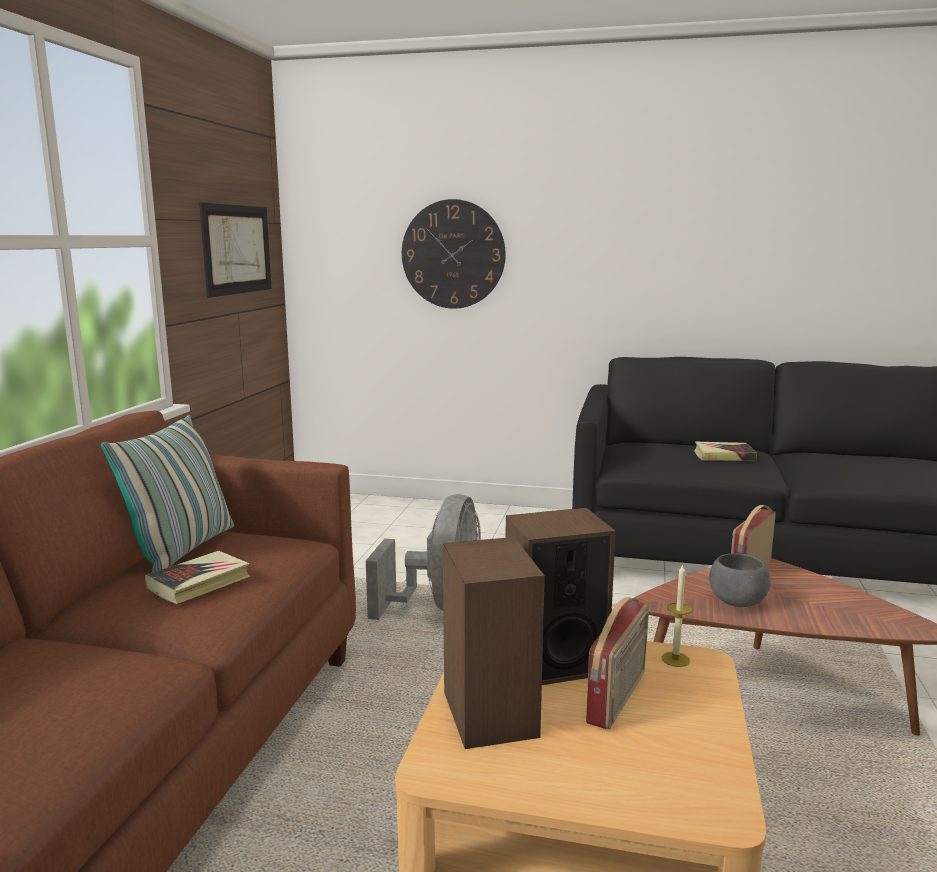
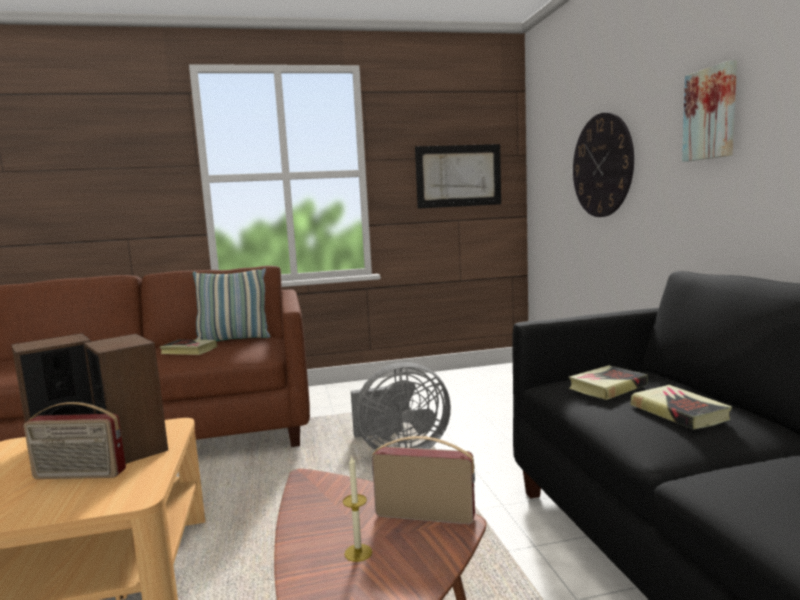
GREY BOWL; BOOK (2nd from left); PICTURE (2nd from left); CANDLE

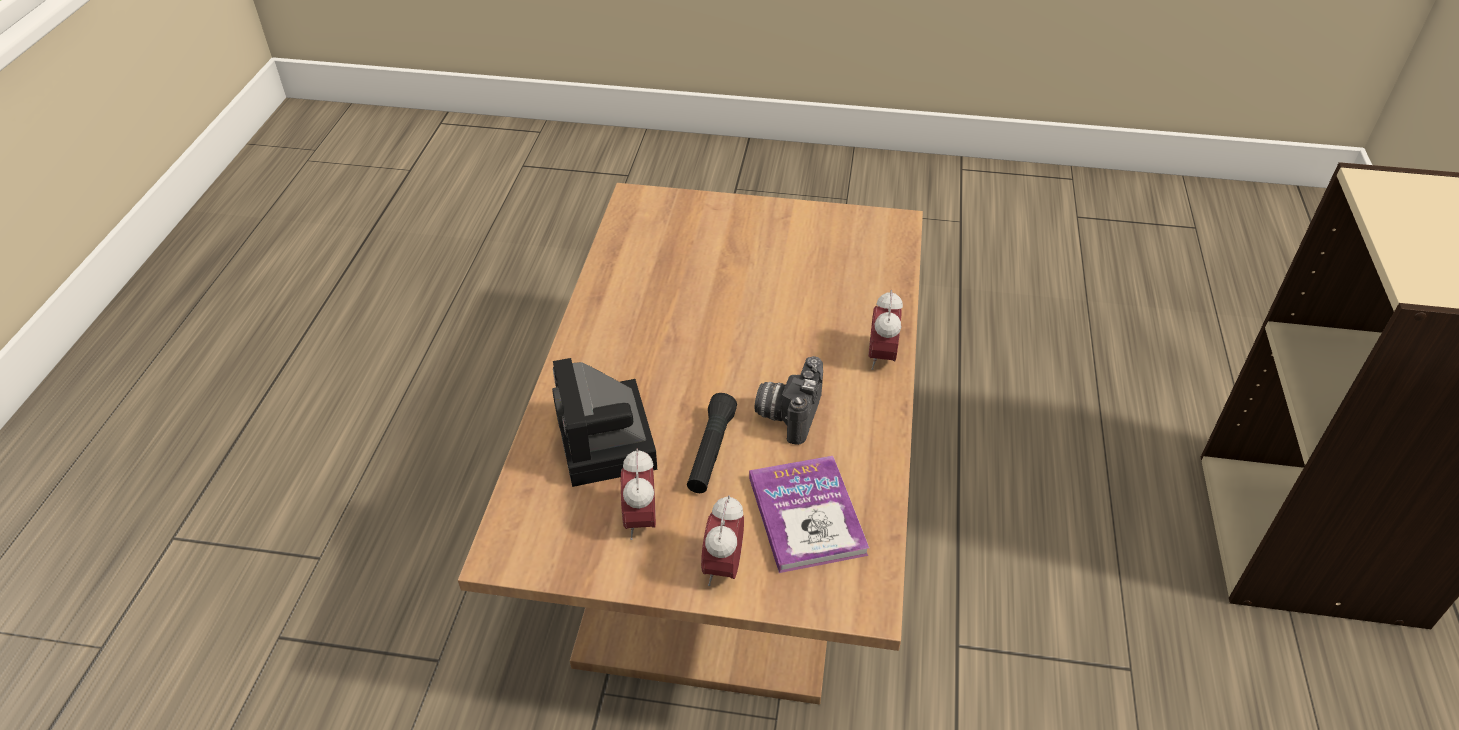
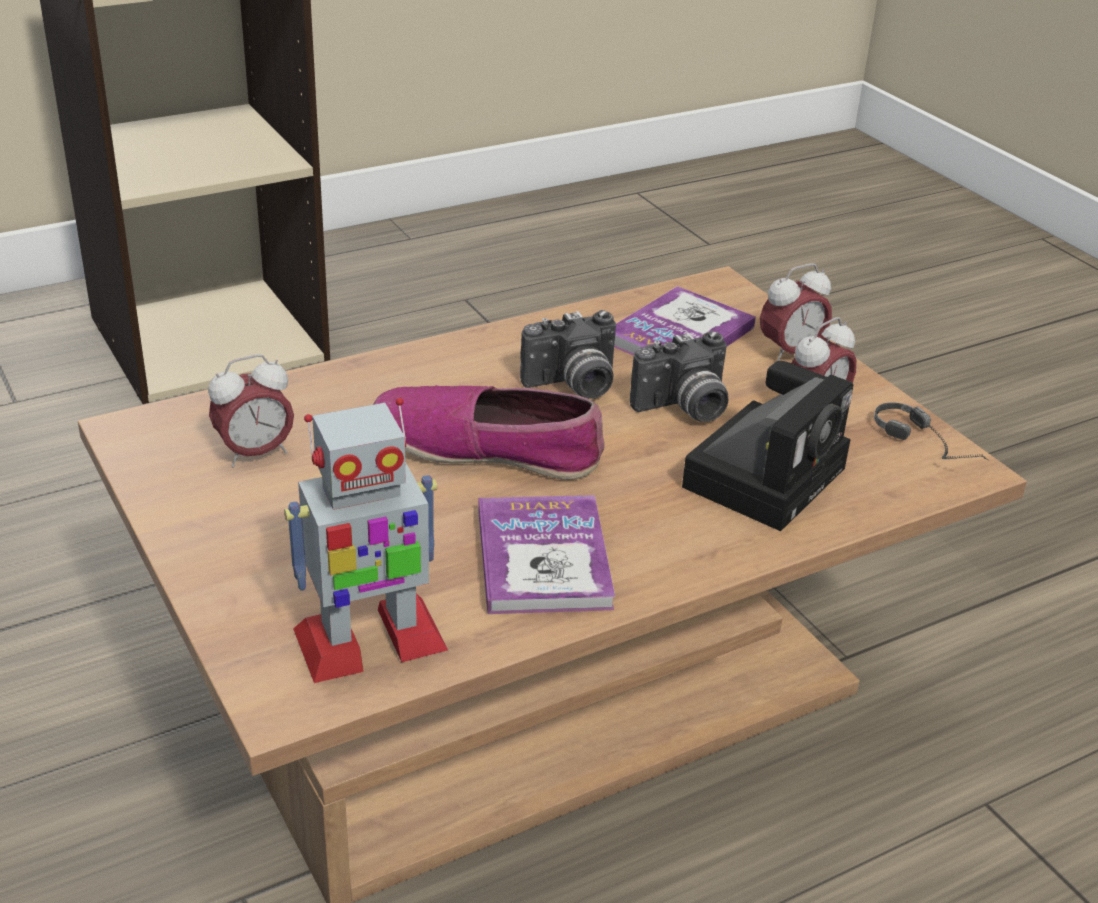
TOY ROBOT; SHOE; BOOK (1st from left); HEADPHONES; ALARM CLOCK (1st from left); PHOTO CAMERA (2nd from left)

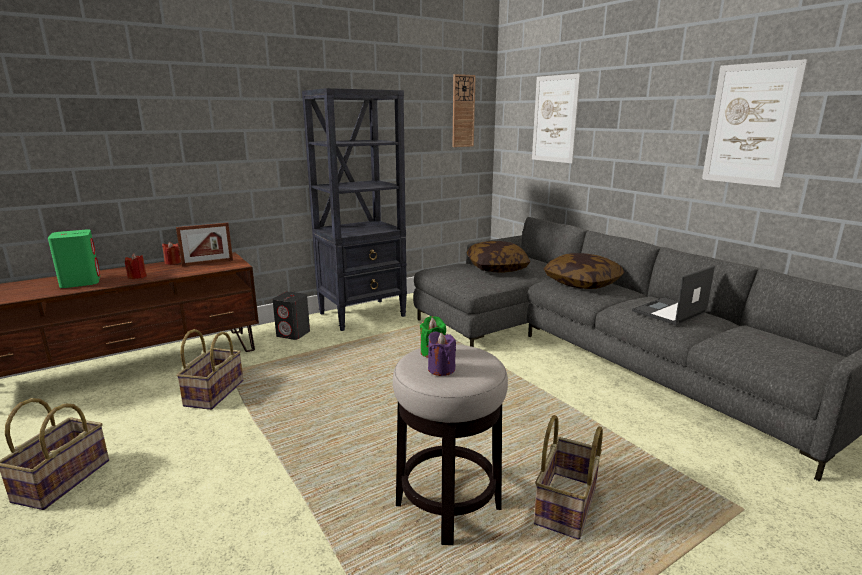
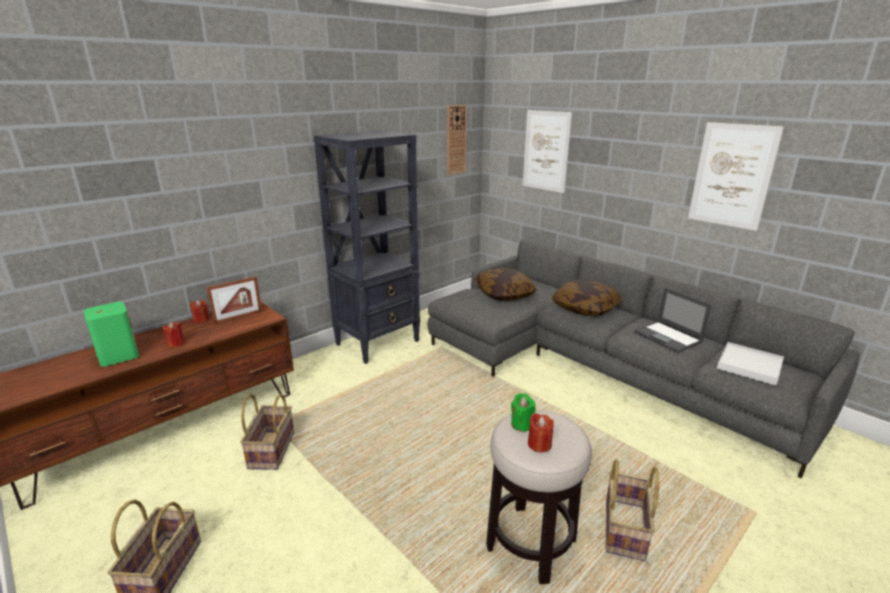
GREY SPEAKER; WHITE TRAY; RED CANDLE (3rd from left); LAPTOP

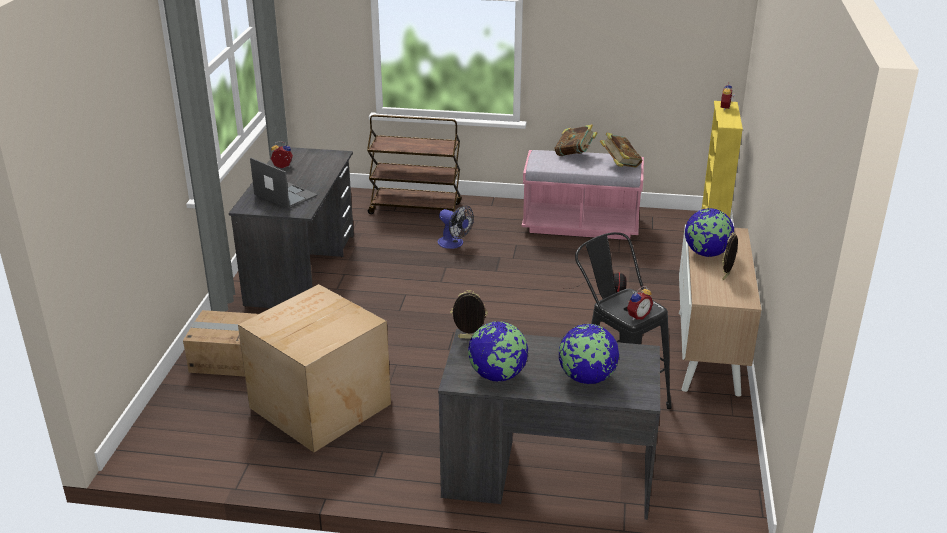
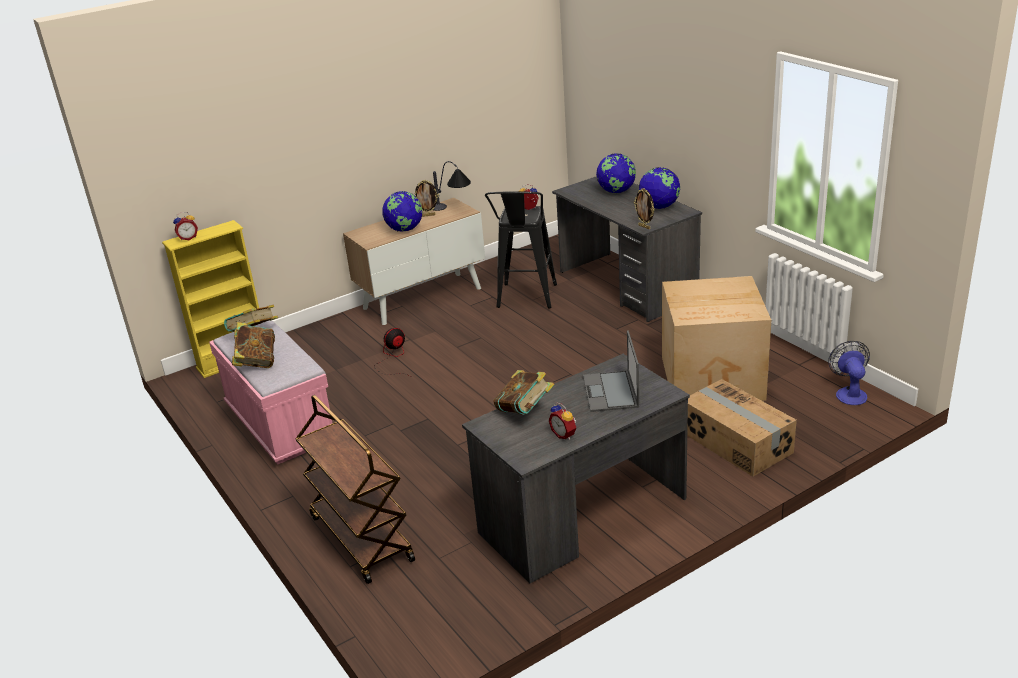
TABLE LAMP; BOOK (3rd from left); FAN (2nd from left)

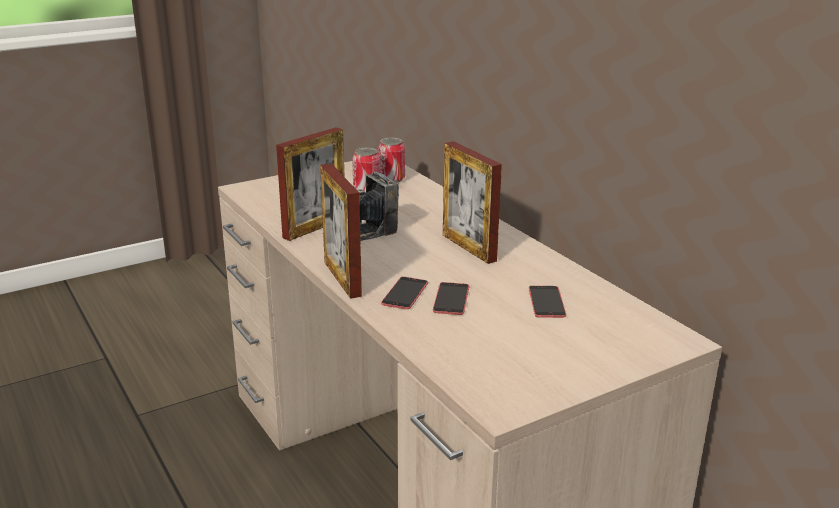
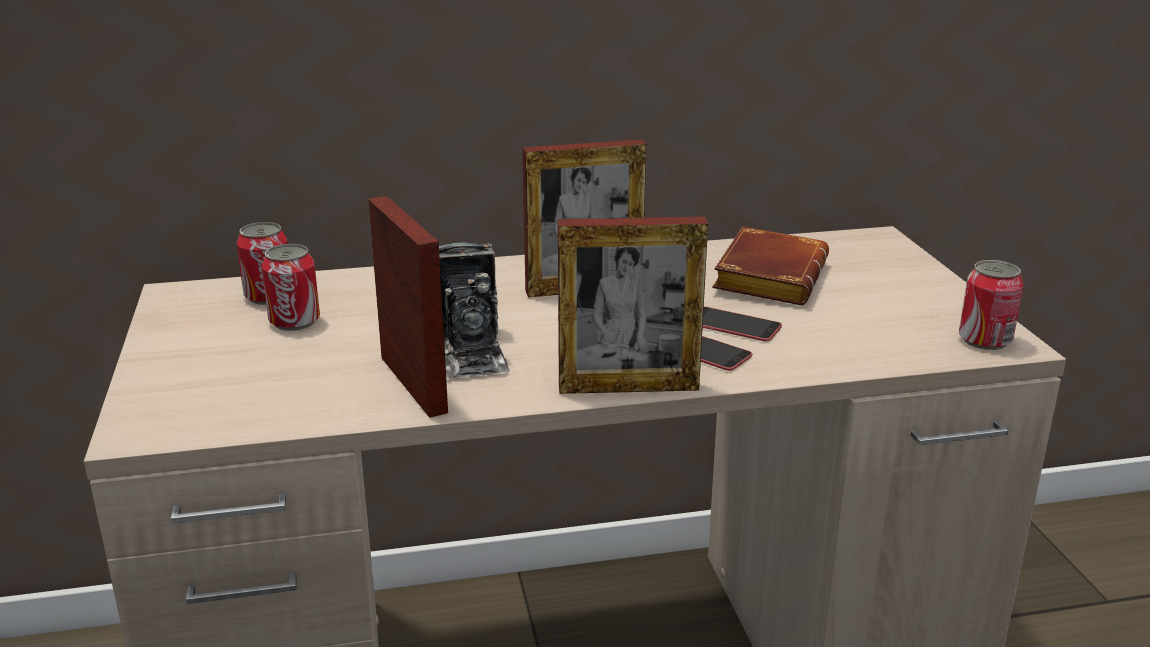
CAN (3rd from left); BROWN BOOK

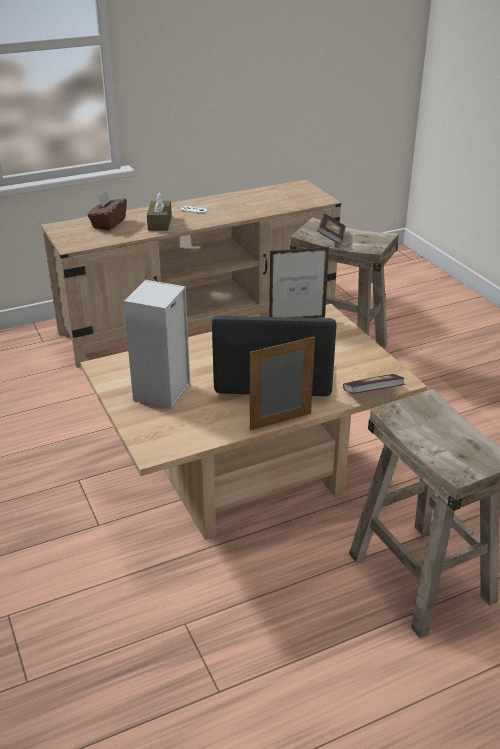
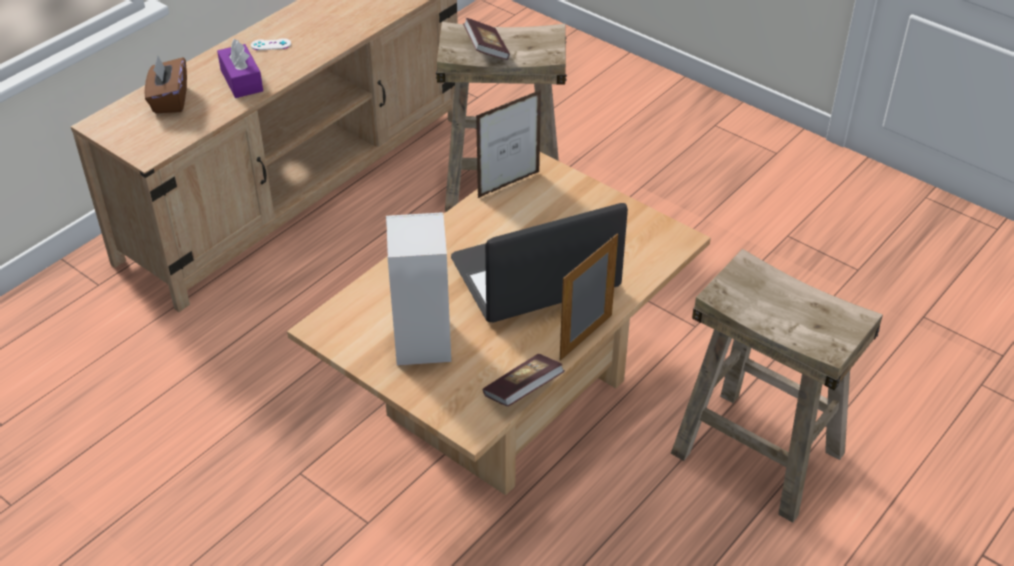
BOOK (2nd from left); PURPLE TISSUE BOX

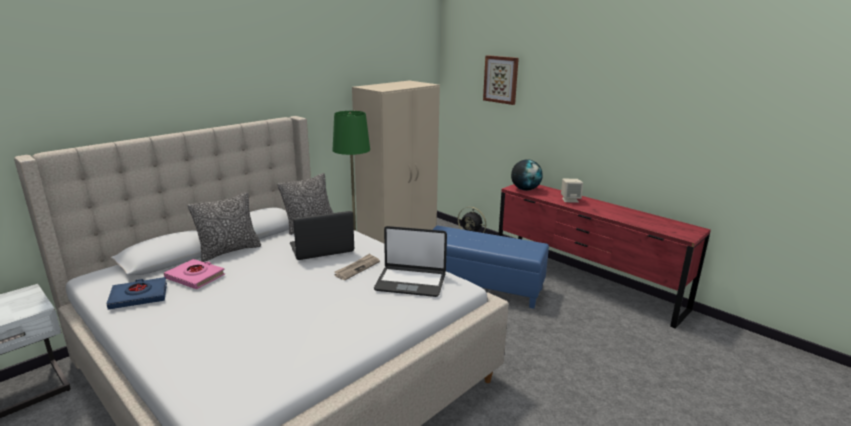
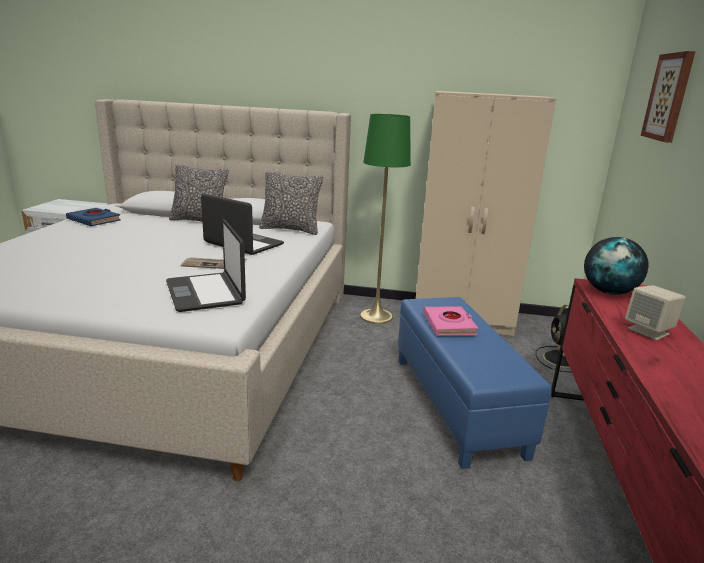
PINK BOOK

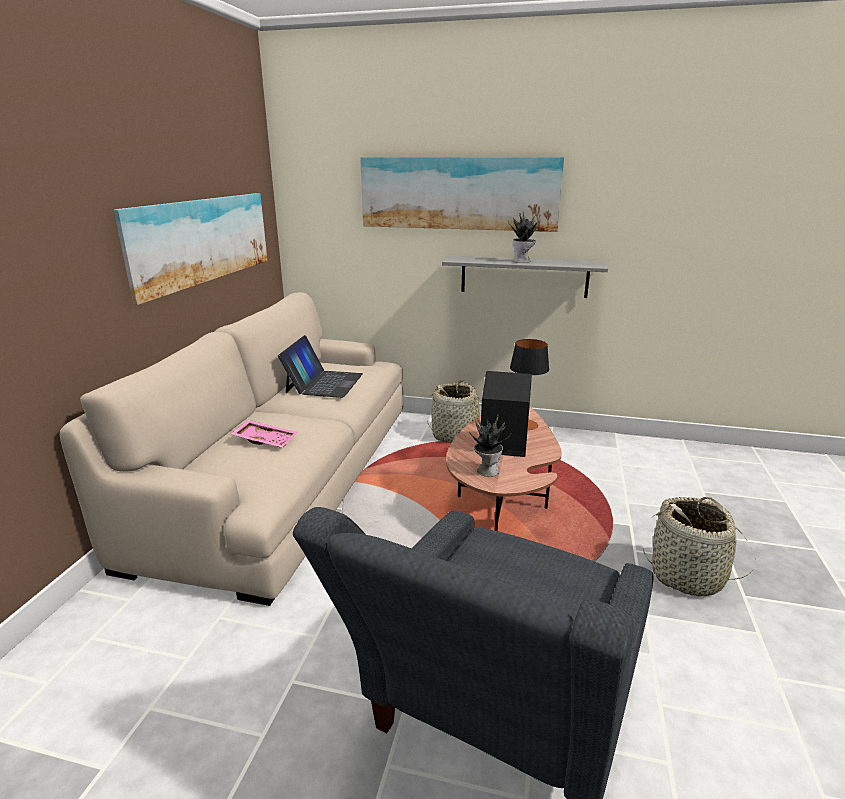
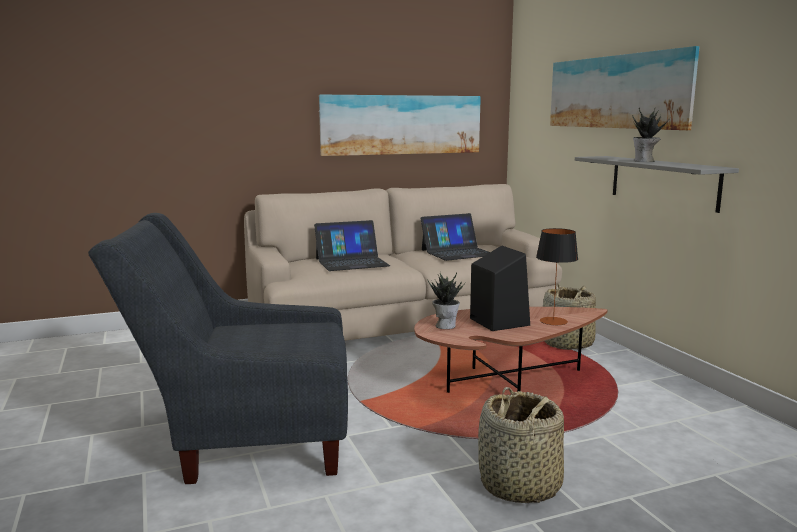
LAPTOP (1st from left)

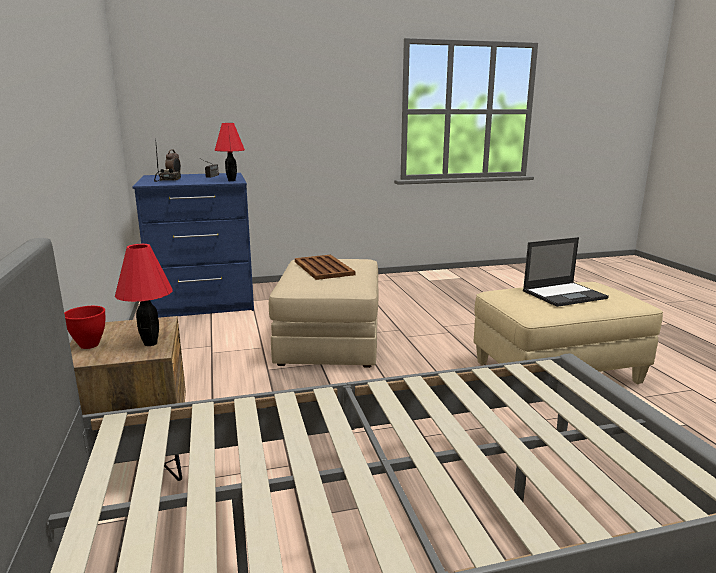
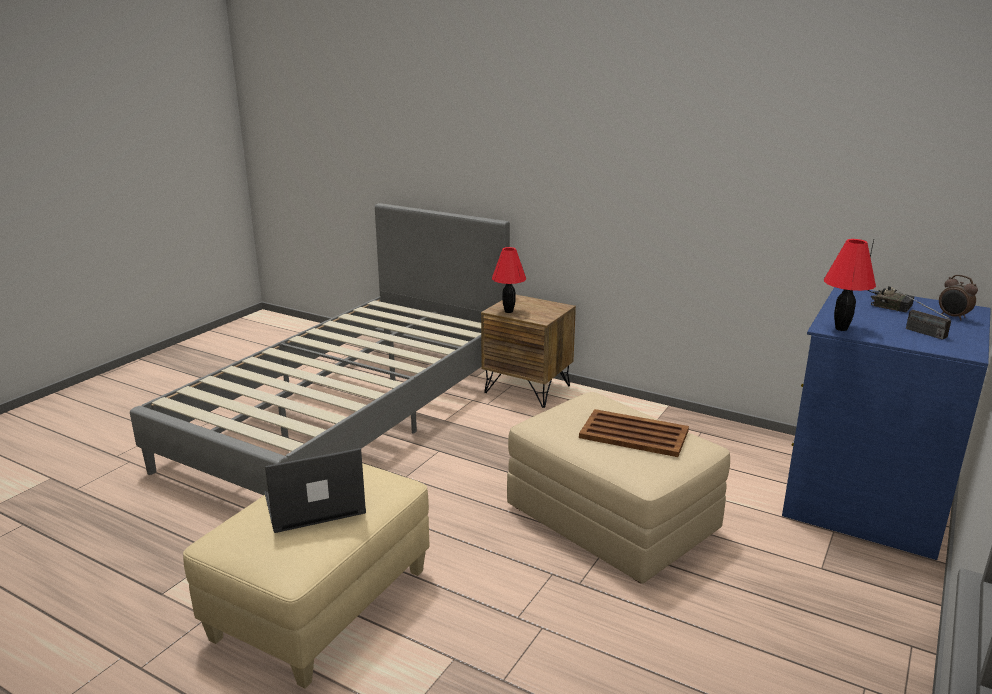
RED BOWL; LAPTOP

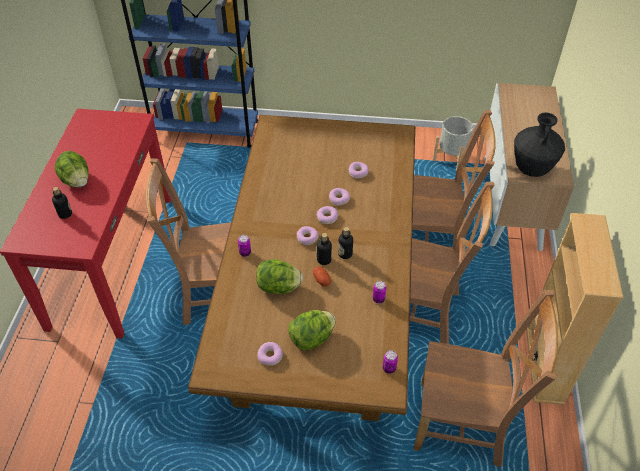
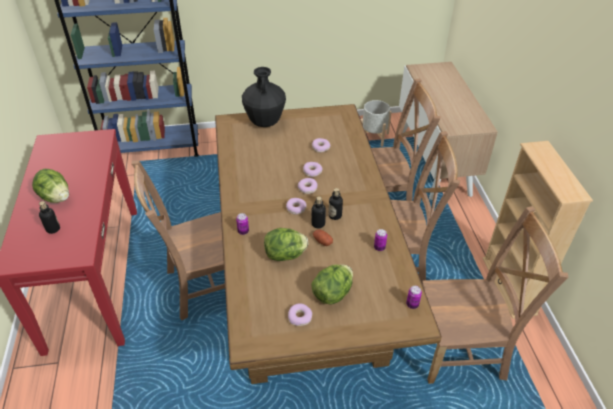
BLACK VASE

